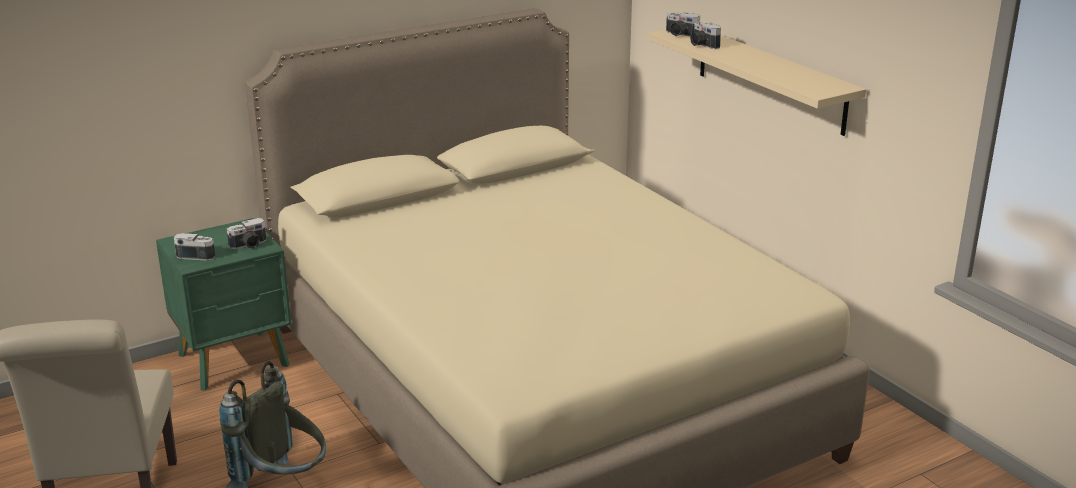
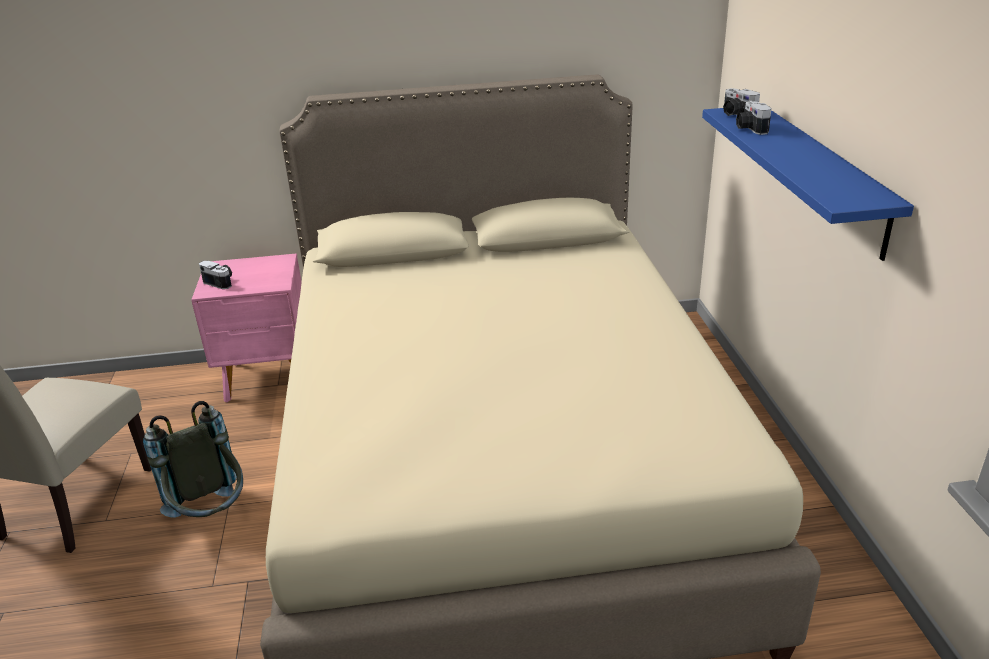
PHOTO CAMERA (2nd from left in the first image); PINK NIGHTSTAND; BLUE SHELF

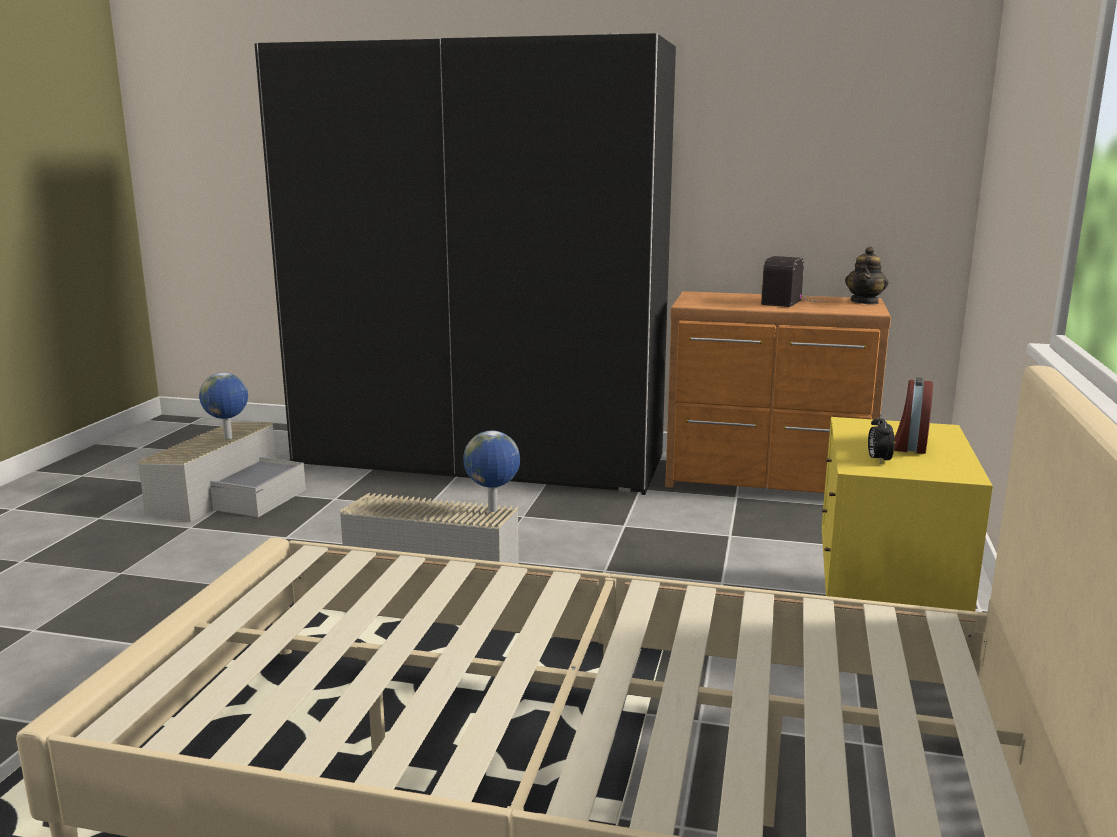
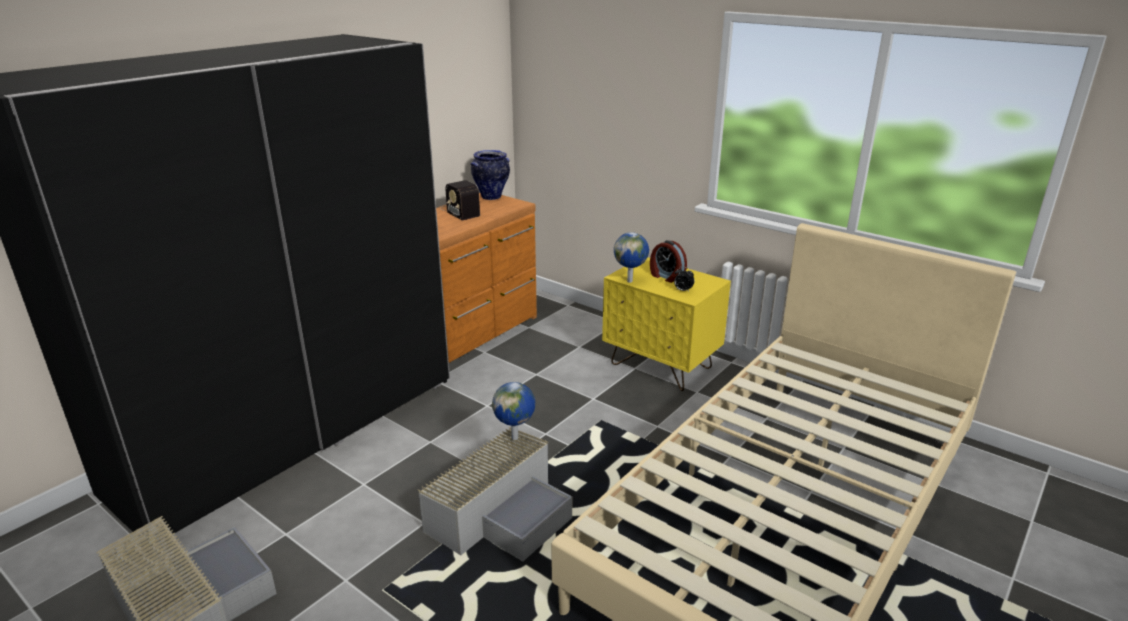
GLOBE (2nd from left); VASE

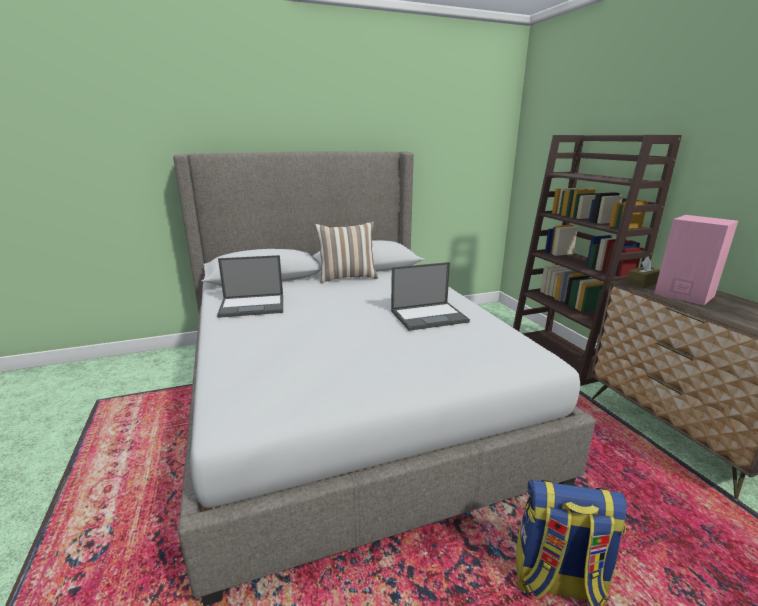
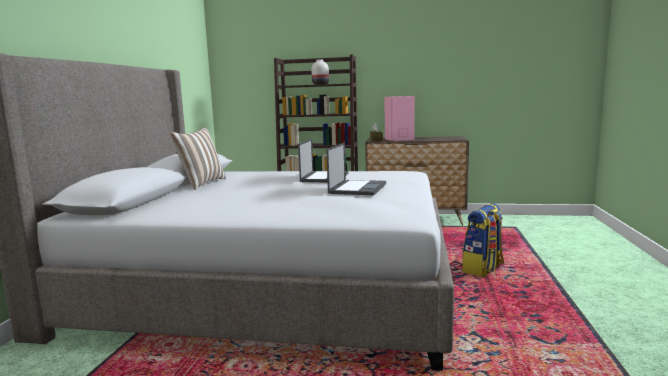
WHITE VASE; LAPTOP (2nd from left)

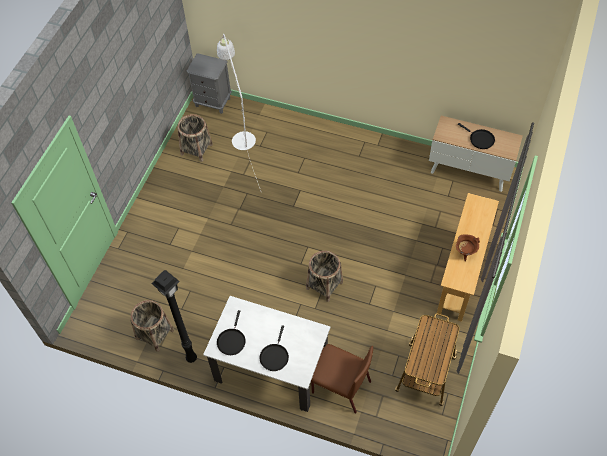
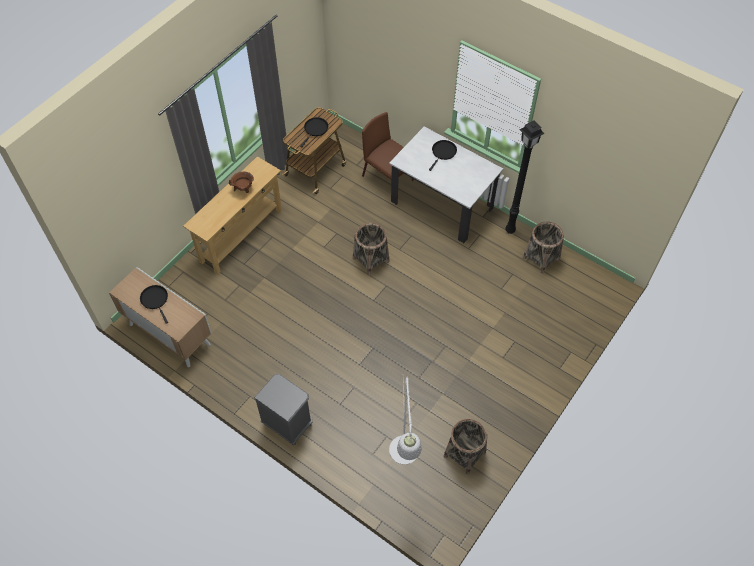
GREY NIGHTSTAND; BLACK FRYING PAN (2nd from left)

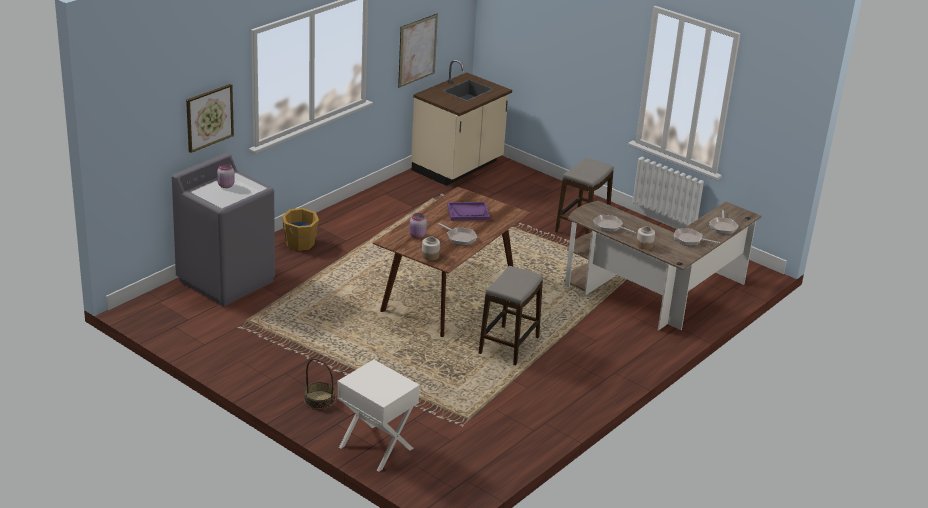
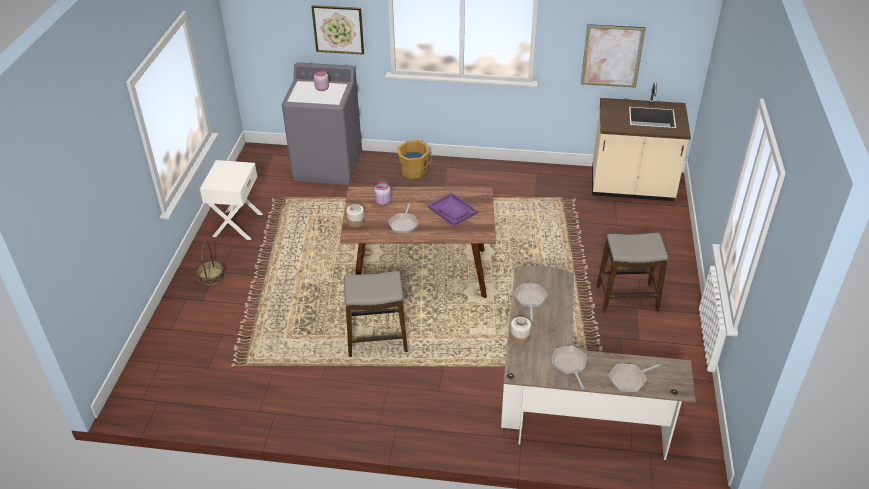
WHITE NIGHTSTAND

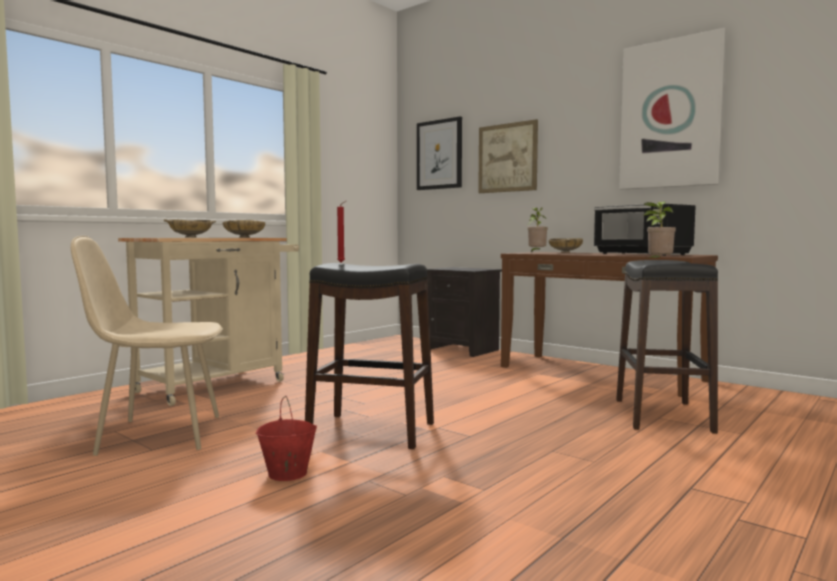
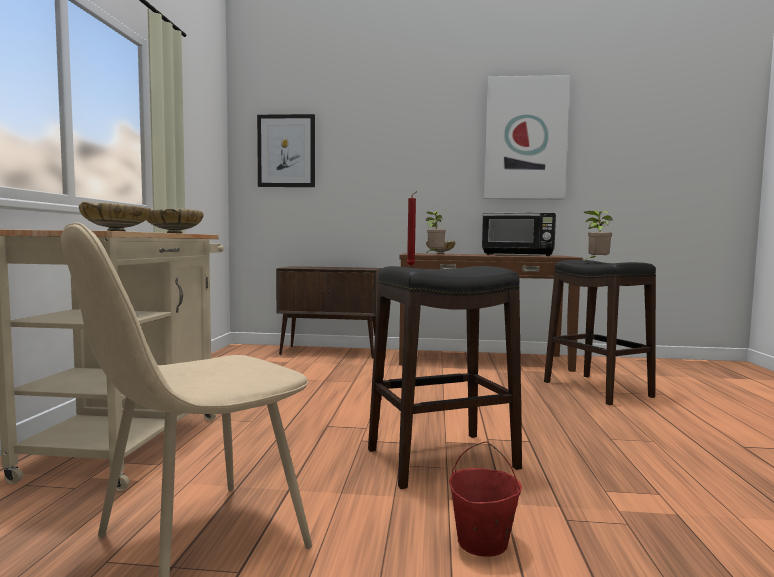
PICTURE (2nd from left in the first image); BROWN CABINET

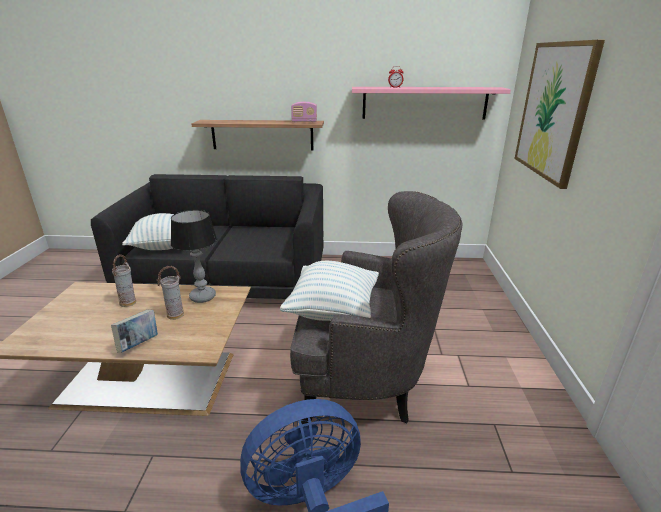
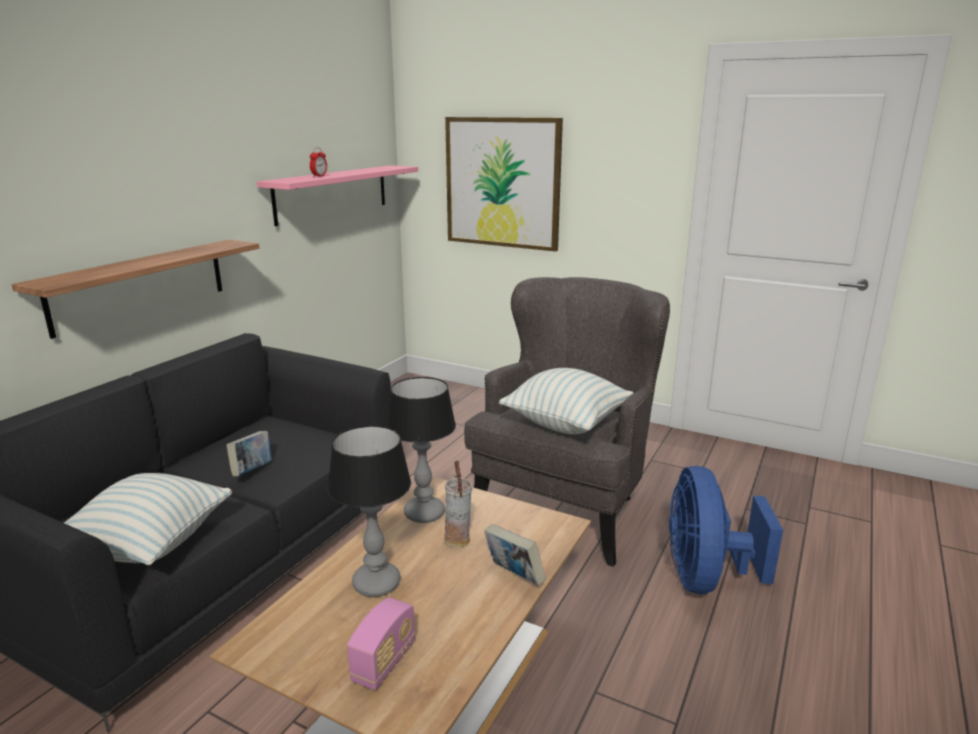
BOOK (1st from left); RADIO; TABLE LAMP (1st from left)

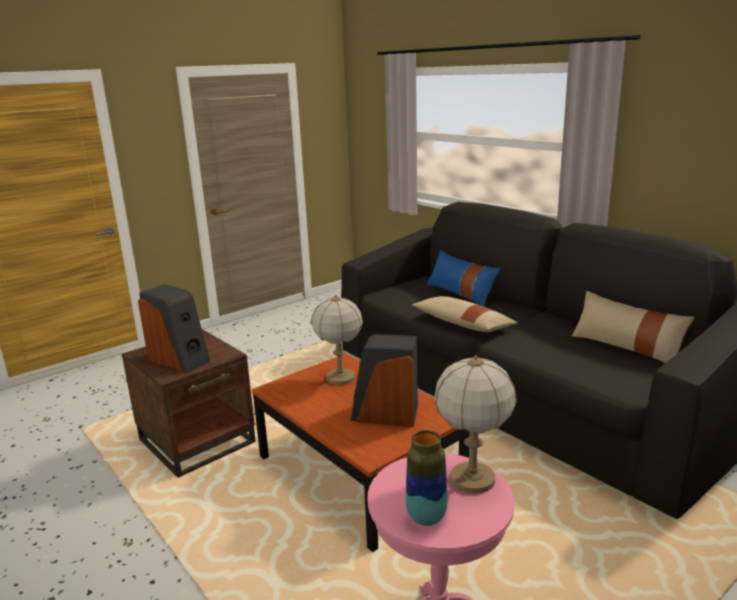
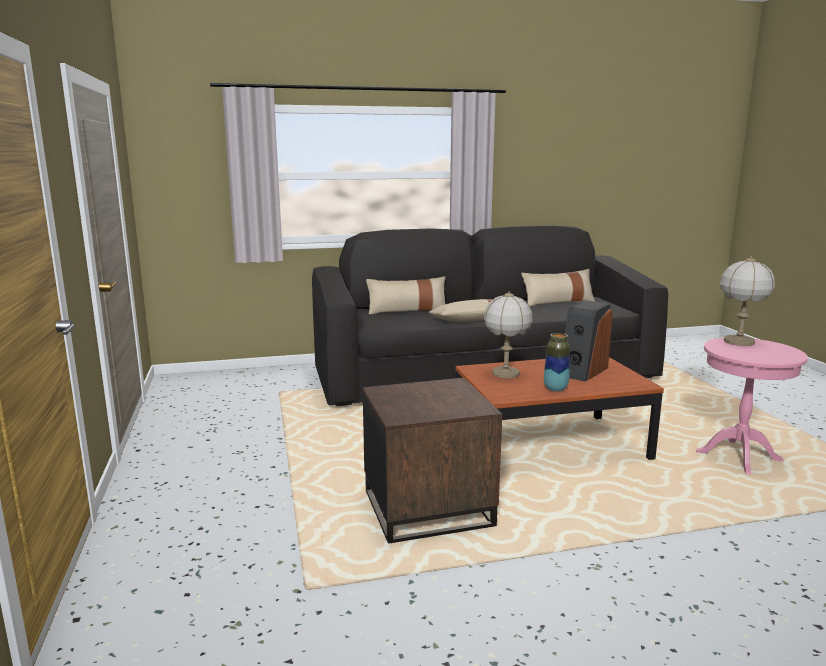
SPEAKER (1st from left in the first image); VASE; BEIGE PILLOW (1st from left)

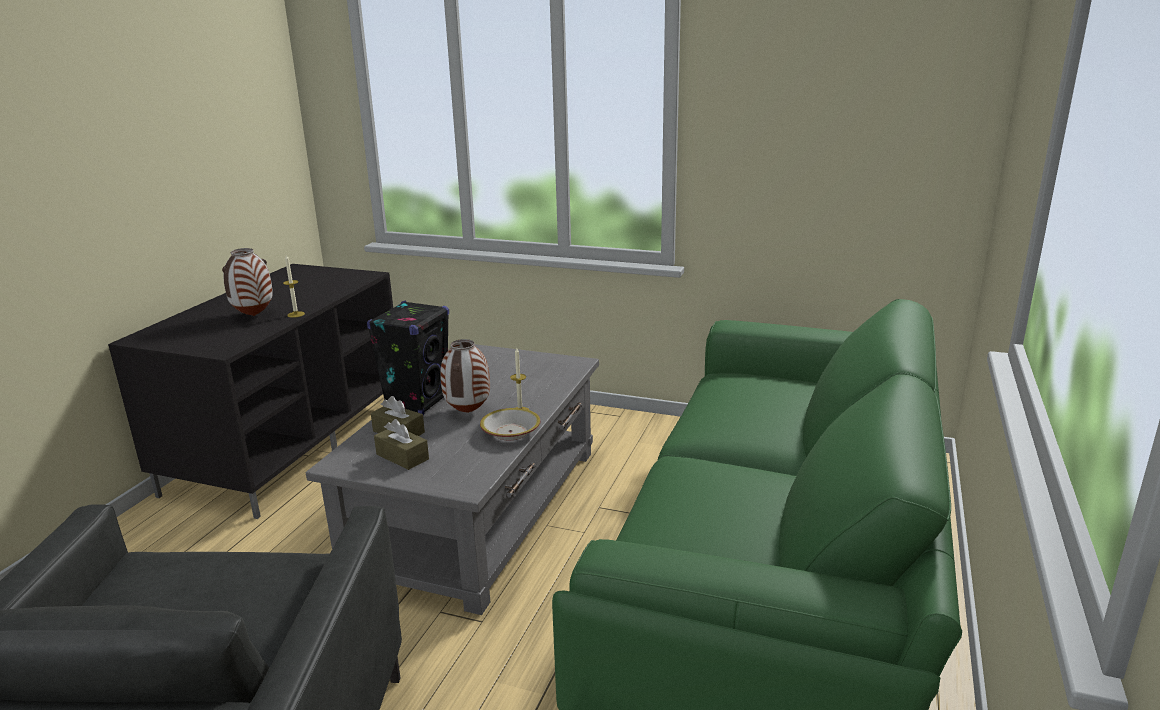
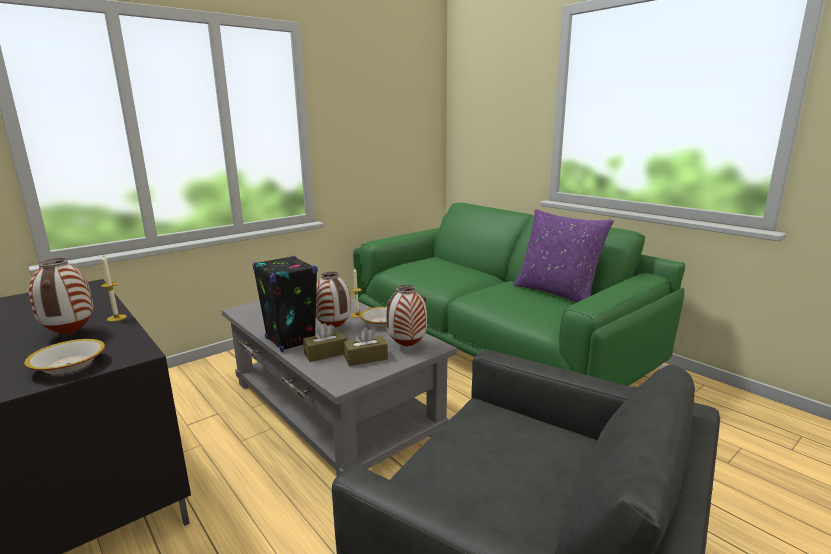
BOWL (1st from left); VASE (3rd from left); PURPLE PILLOW

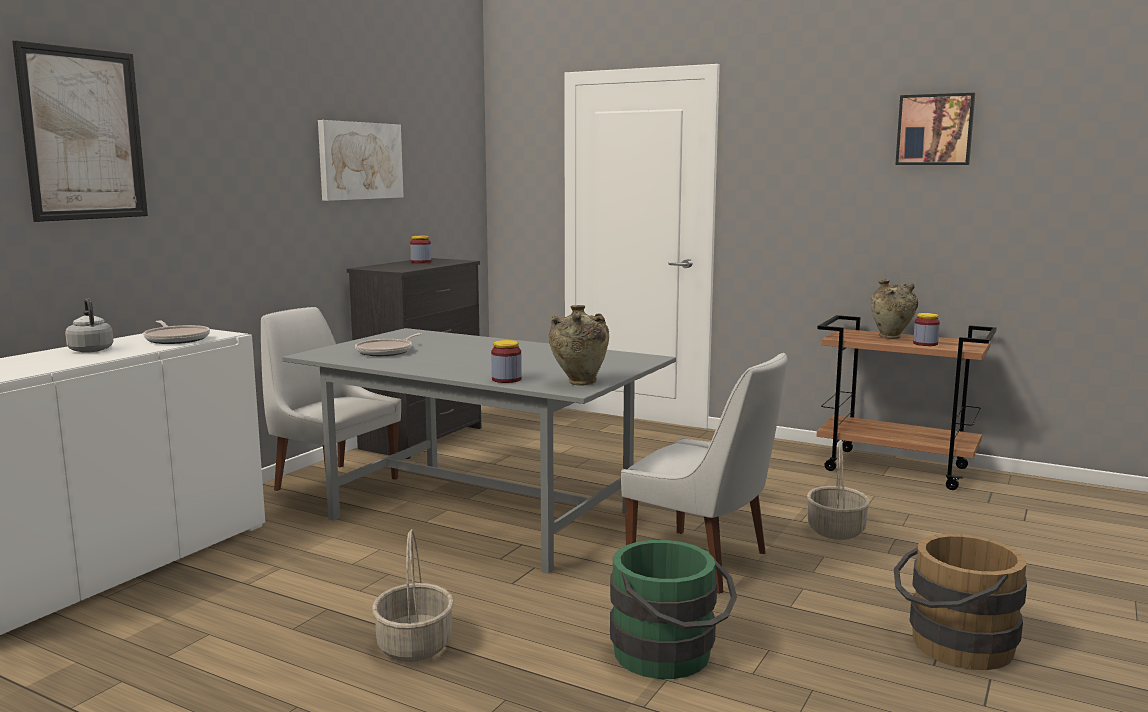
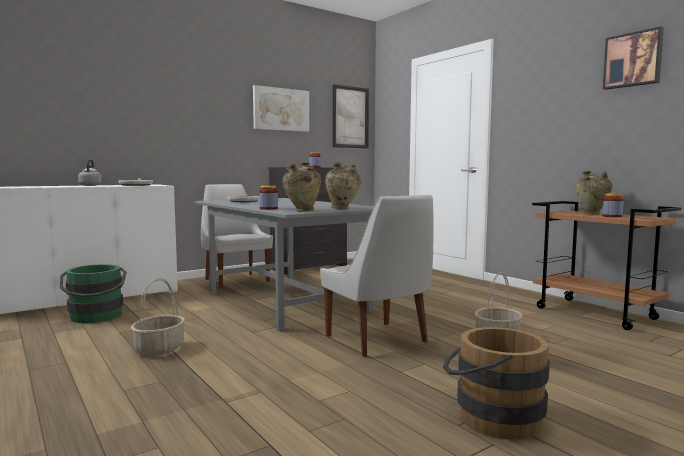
BEIGE VASE (2nd from left); PICTURE (2nd from left); GREEN BUCKET

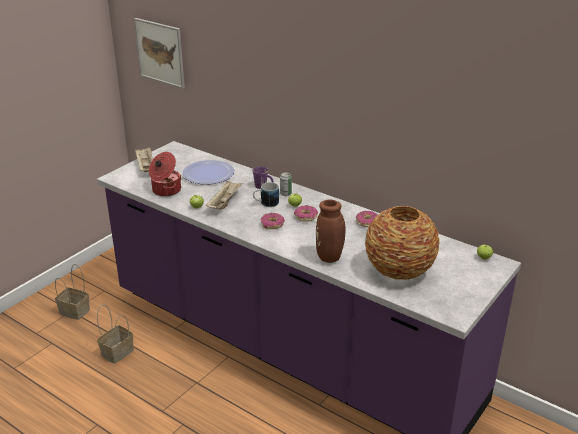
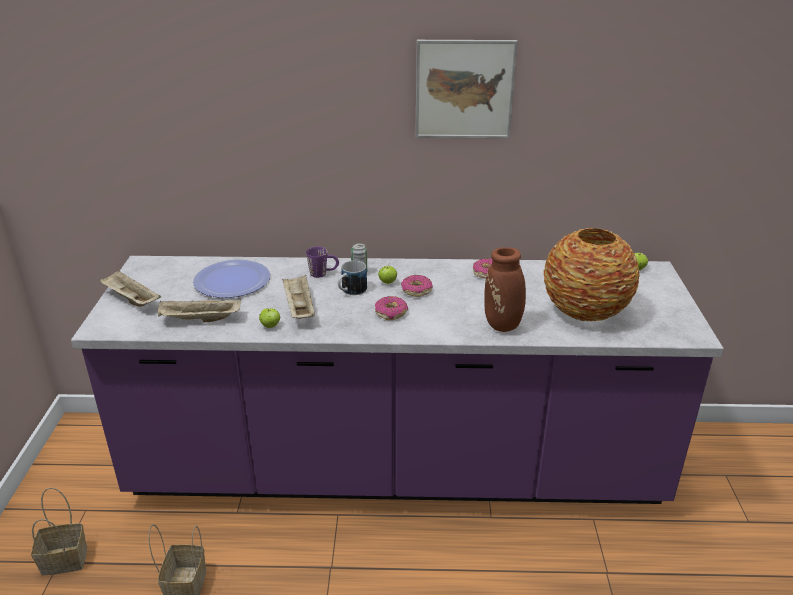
PICTURE; BEIGE TRAY (2nd from left)

